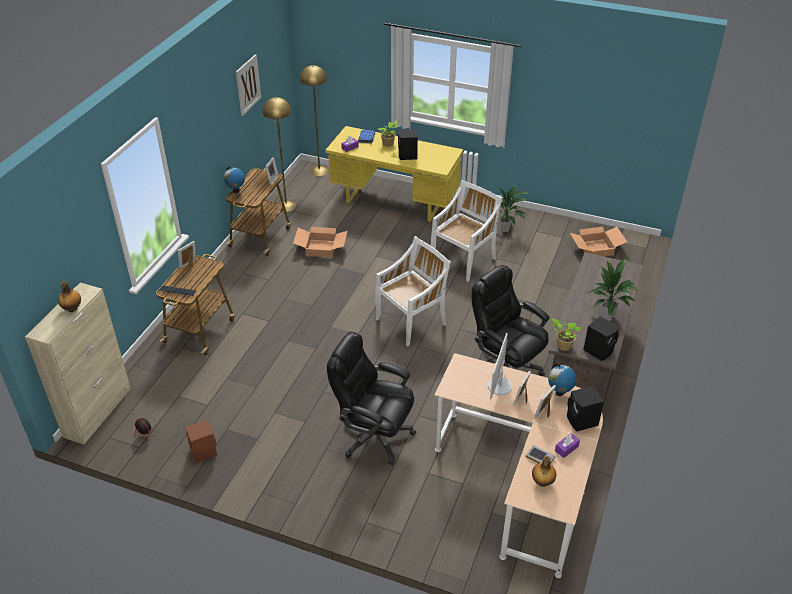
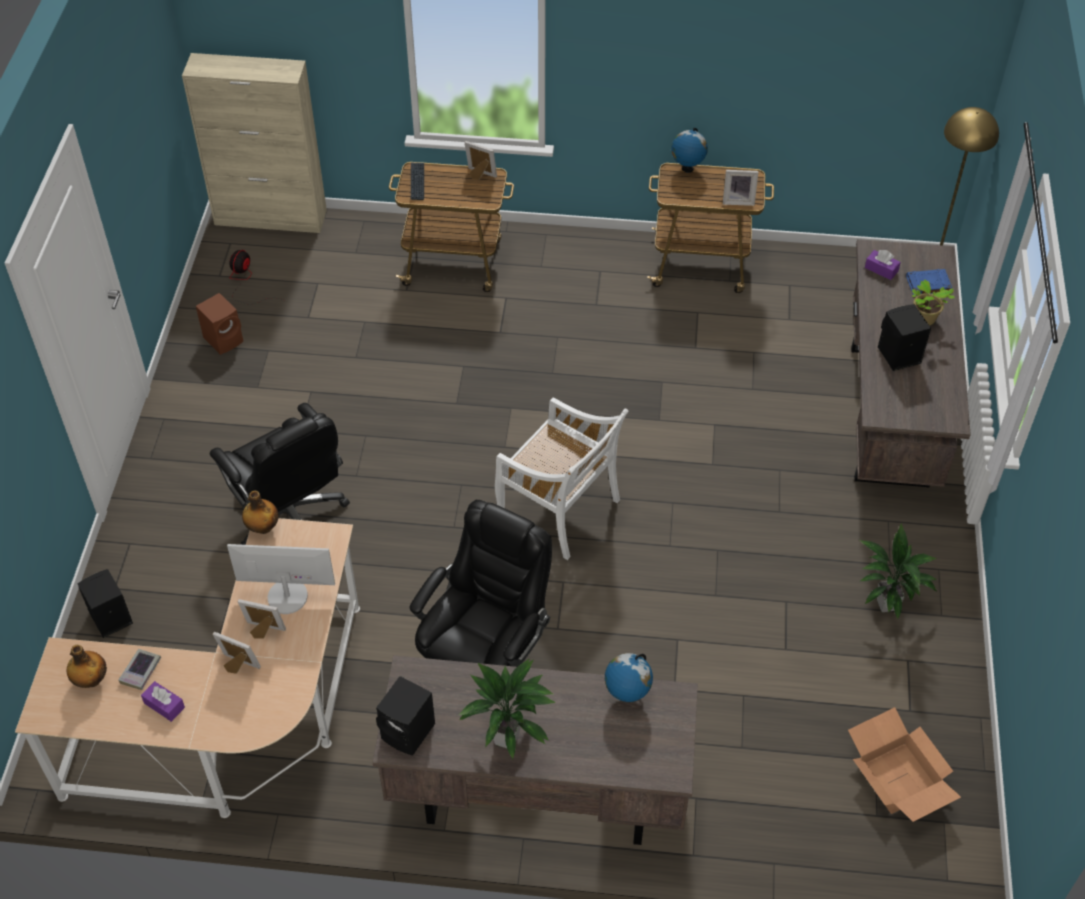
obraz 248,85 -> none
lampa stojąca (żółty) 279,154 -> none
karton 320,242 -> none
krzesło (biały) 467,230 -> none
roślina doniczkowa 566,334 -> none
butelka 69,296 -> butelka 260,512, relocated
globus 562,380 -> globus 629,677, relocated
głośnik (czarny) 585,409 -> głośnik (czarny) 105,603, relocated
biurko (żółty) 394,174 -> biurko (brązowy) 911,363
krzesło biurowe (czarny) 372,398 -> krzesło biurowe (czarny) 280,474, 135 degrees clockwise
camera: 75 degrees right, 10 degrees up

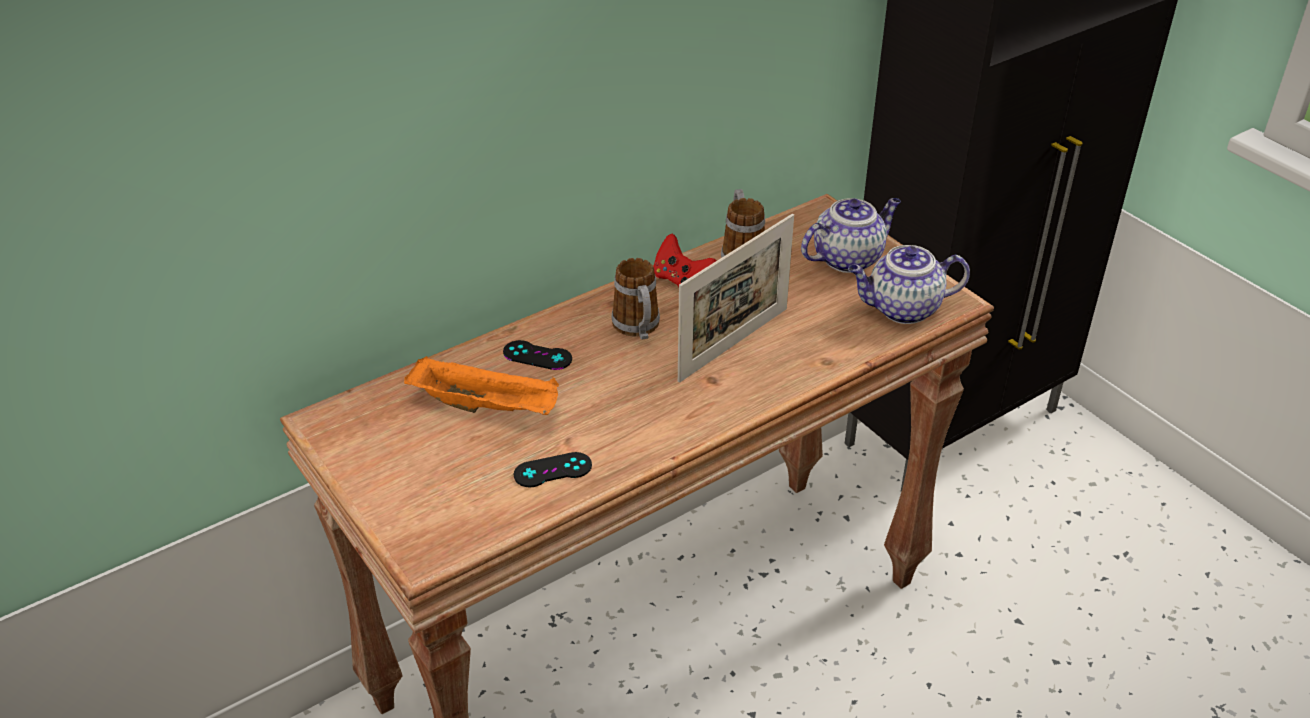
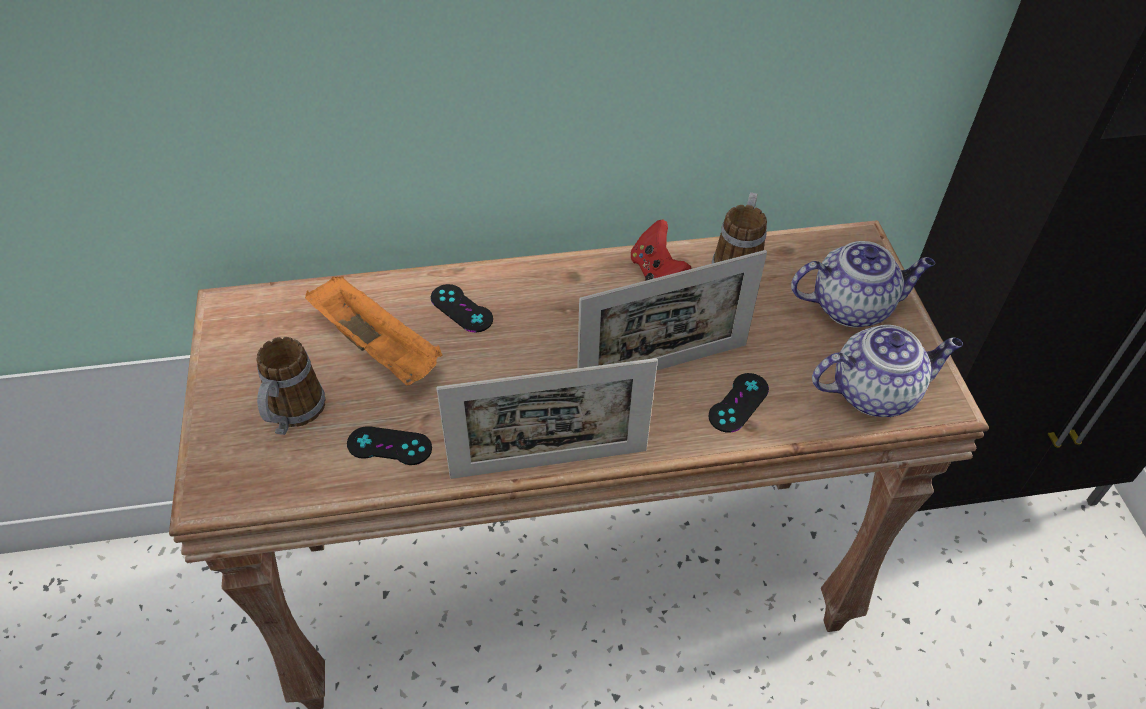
none -> ramka na zdjęcie 547,418
none -> pad do gier (czarny) 738,403
kubek 635,299 -> kubek 291,386, relocated
imbryk 909,284 -> imbryk 887,371, 150 degrees clockwise
camera: 25 degrees right, 10 degrees up

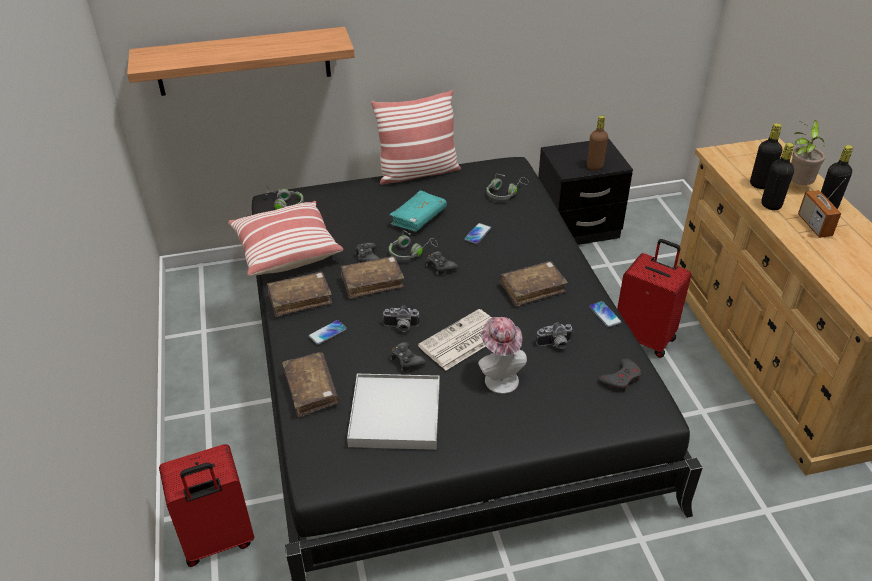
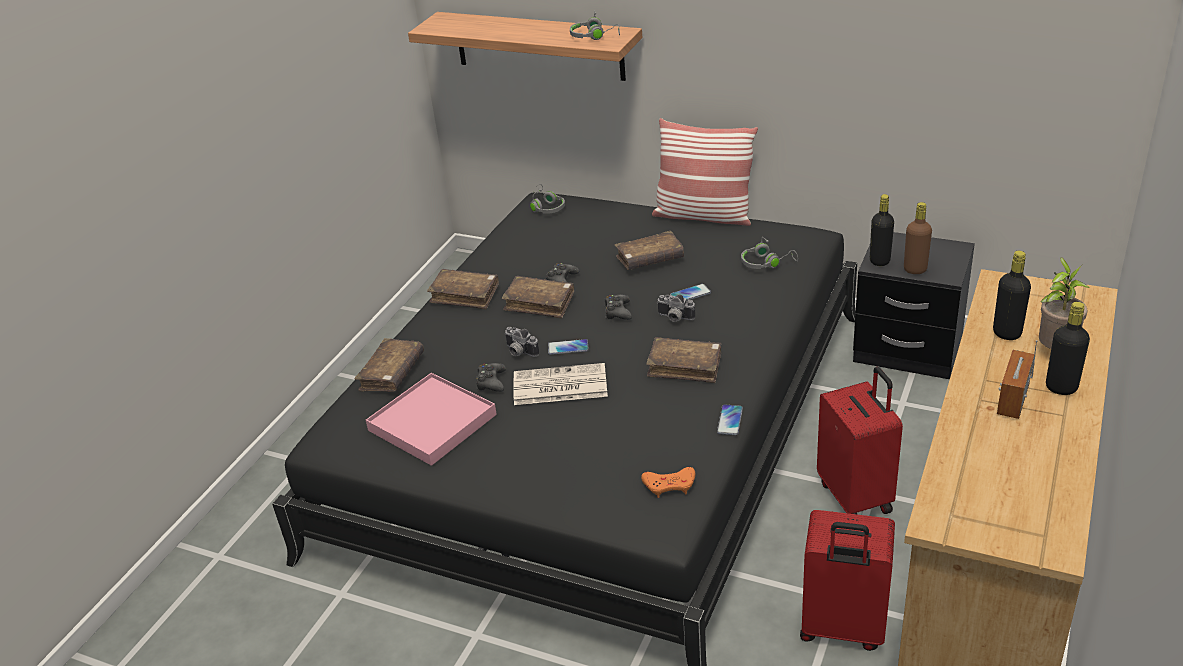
poduszka 285,238 -> none
kapelusz 502,355 -> none
walizka (czerwony) 206,505 -> walizka (czerwony) 847,580, relocated
telefon 327,332 -> telefon 568,347, relocated
słuchawki (szary) 413,245 -> słuchawki (szary) 595,25, relocated
aparat fotograficzny 555,336 -> aparat fotograficzny 675,308, relocated
butelka (czarny) 777,176 -> butelka (czarny) 882,230, relocated
taca (biały) 393,412 -> taca (różowy) 431,419
książka (turkusowy) 418,211 -> książka (brązowy) 649,250
pad do gier (szary) 619,375 -> pad do gier (pomarańczowy) 668,482
camera: 40 degrees right, 5 degrees down

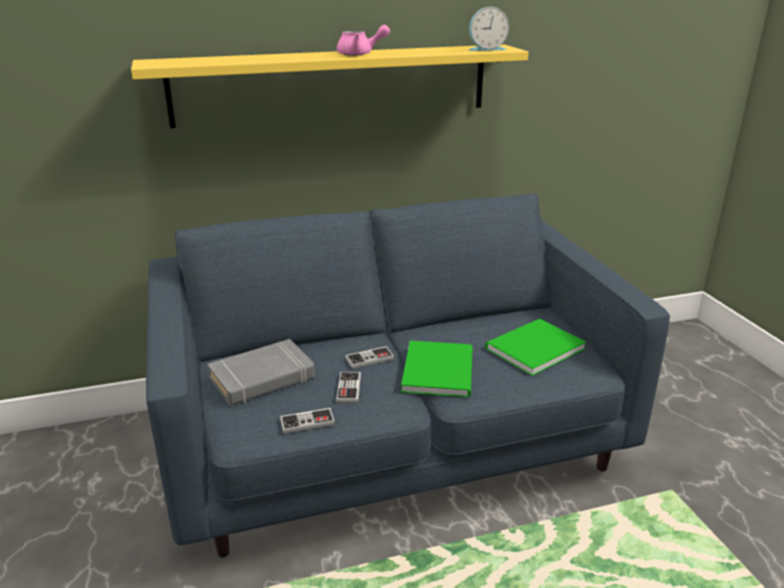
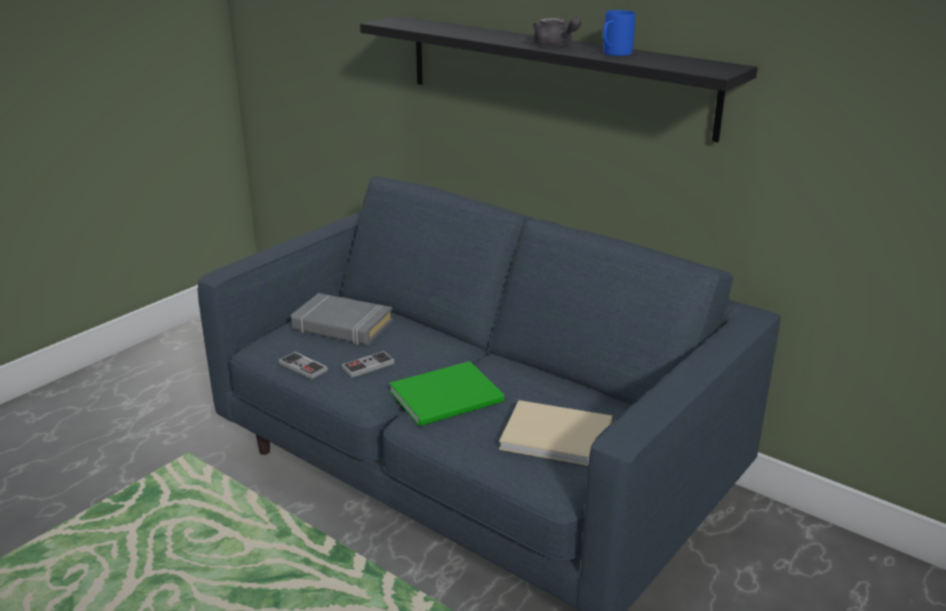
pad do gier 370,357 -> none
budzik 489,29 -> none
none -> kubek (niebieski) 619,33
półka (żółty) 329,86 -> półka (czarny) 559,79
imbryk (różowy) 363,40 -> imbryk (szary) 557,32
książka (zielony) 535,347 -> książka (beżowy) 555,433
camera: 55 degrees right, 0 degrees up

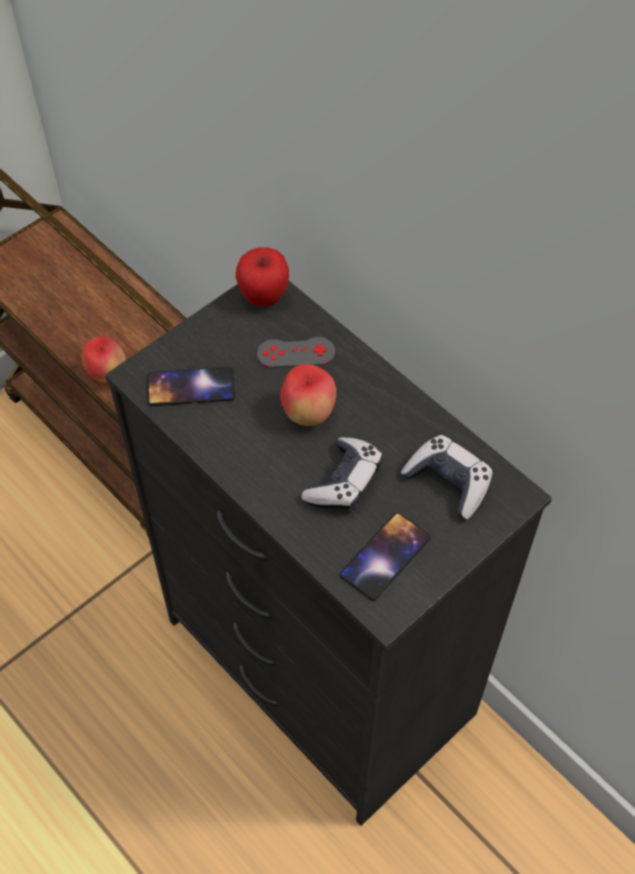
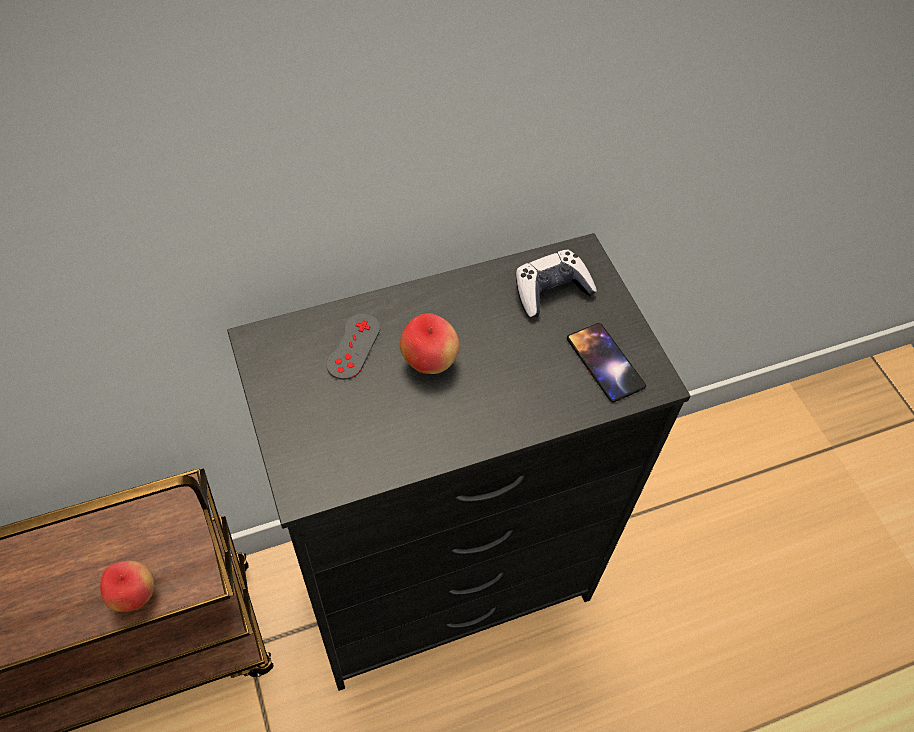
telefon 191,386 -> none
jabłko 262,277 -> none
pad do gier 342,473 -> none
camera: 70 degrees left, 0 degrees up

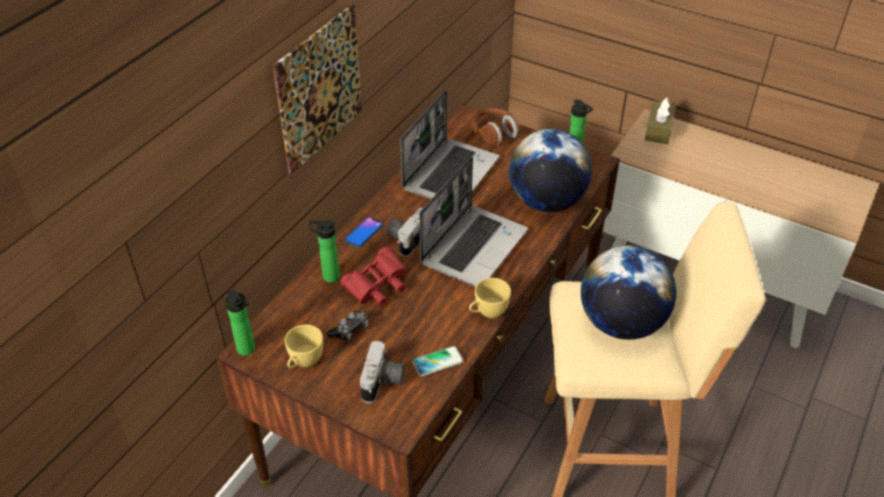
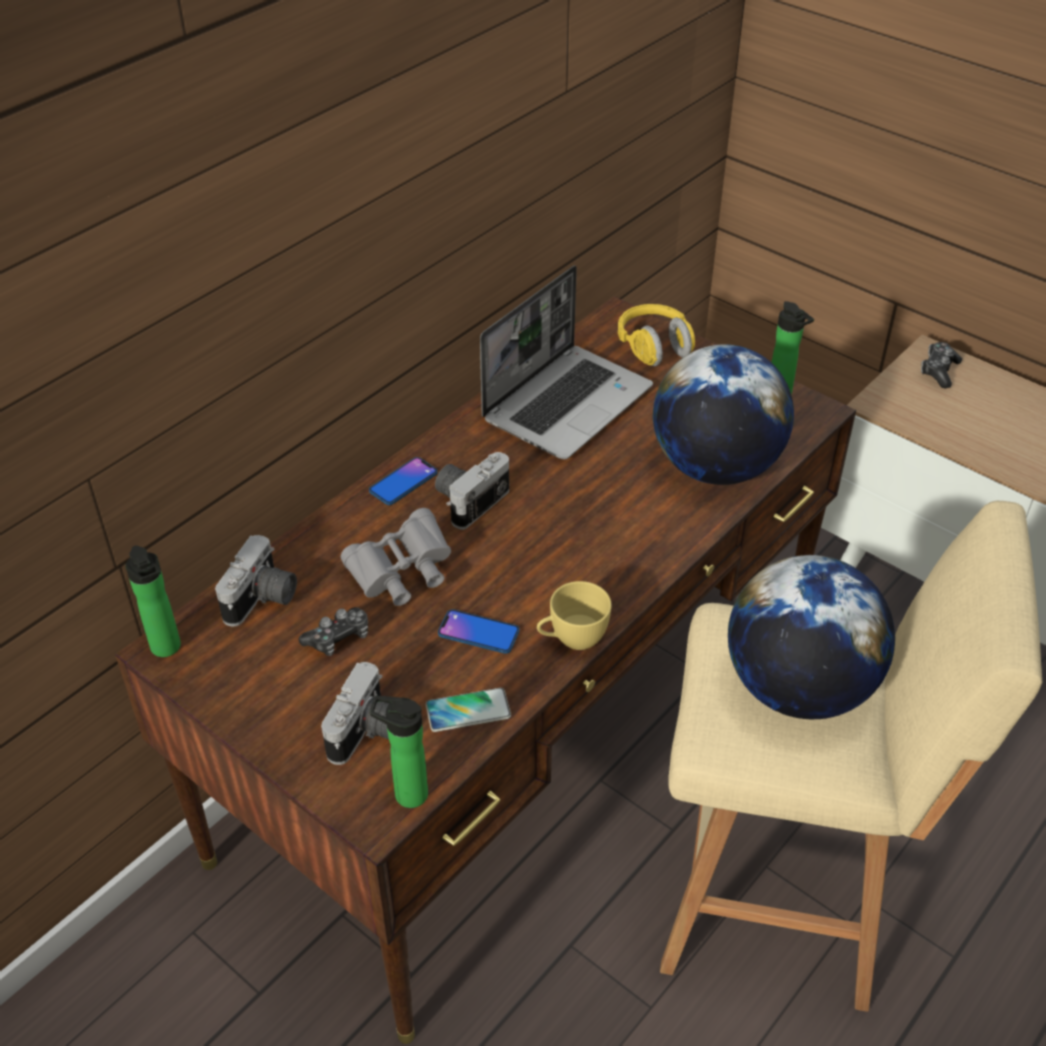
obraz 317,89 -> none
filiżanka (żółty) 304,346 -> none
laptop 473,222 -> none
none -> aparat fotograficzny 256,580
none -> telefon 478,631
butelka 324,251 -> butelka 399,752, relocated
pudełko chusteczek (brązowy) 660,120 -> pad do gier 941,365
lornetka (czerwony) 373,276 -> lornetka (szary) 396,557
słuchawki (brązowy) 495,127 -> słuchawki (żółty) 656,335
camera: 10 degrees right, 0 degrees up

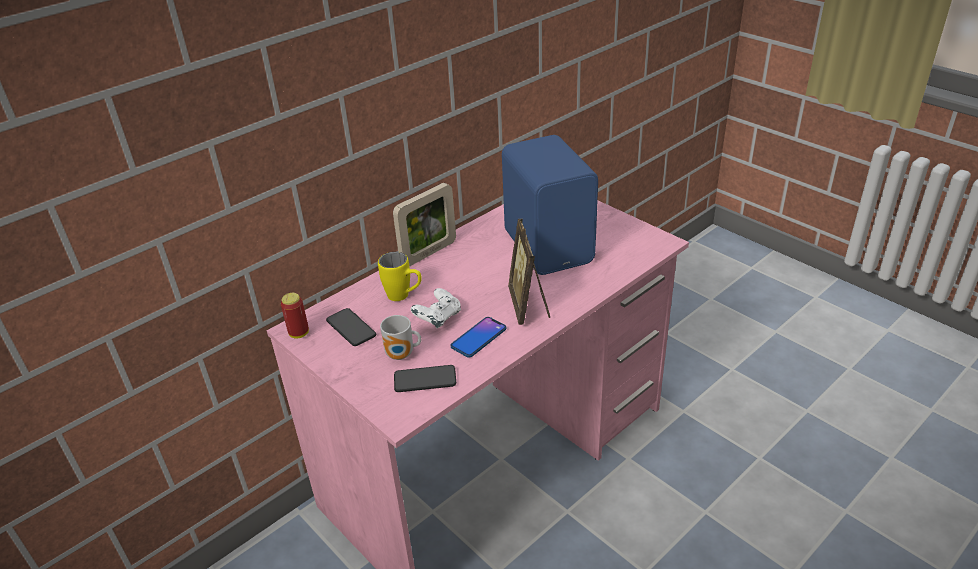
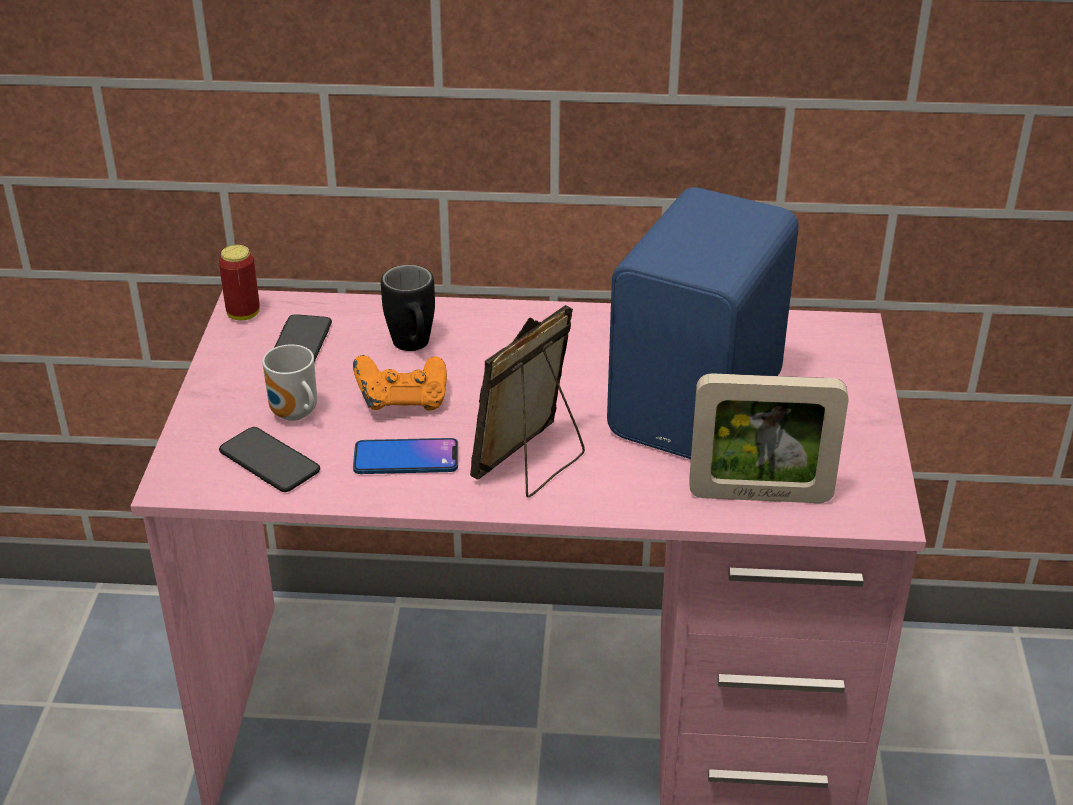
ramka na zdjęcie 424,225 -> ramka na zdjęcie 768,438, relocated
kubek (żółty) 400,276 -> kubek (czarny) 408,308
pad do gier (biały) 435,308 -> pad do gier (pomarańczowy) 400,382
camera: 45 degrees right, 0 degrees up

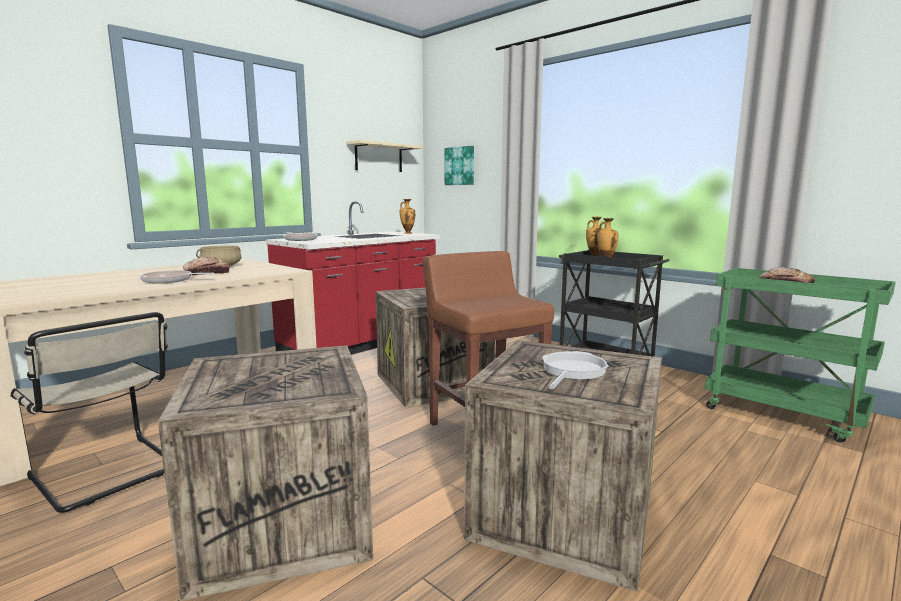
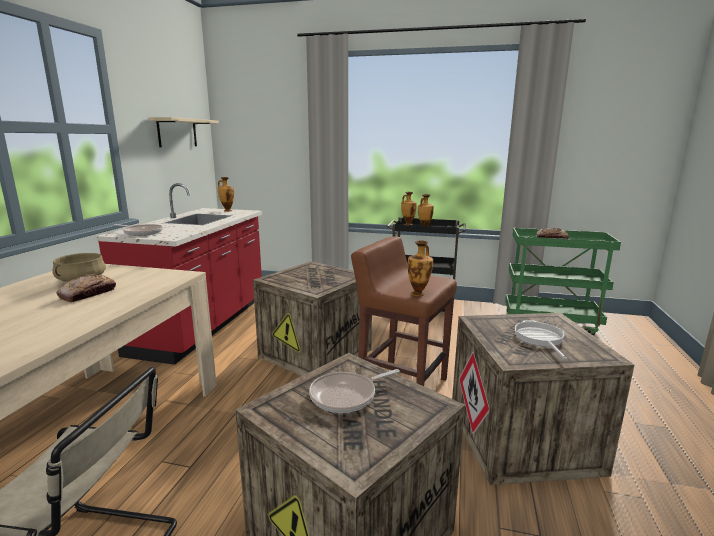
obraz 459,165 -> none
none -> wazon 420,268
patelnia 177,277 -> patelnia 354,391, relocated
camera: 30 degrees left, 5 degrees up

